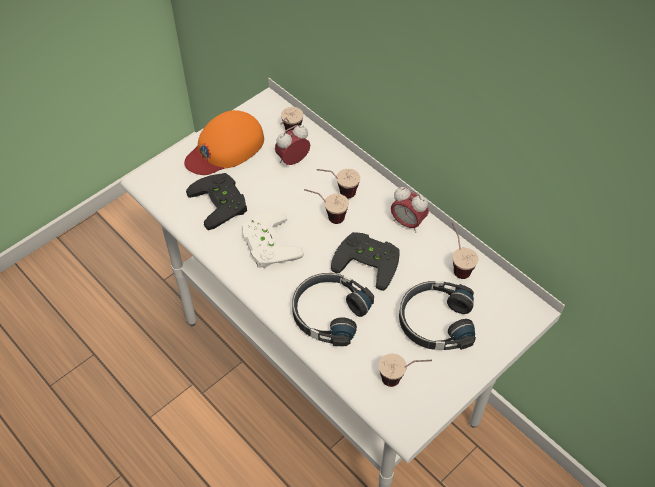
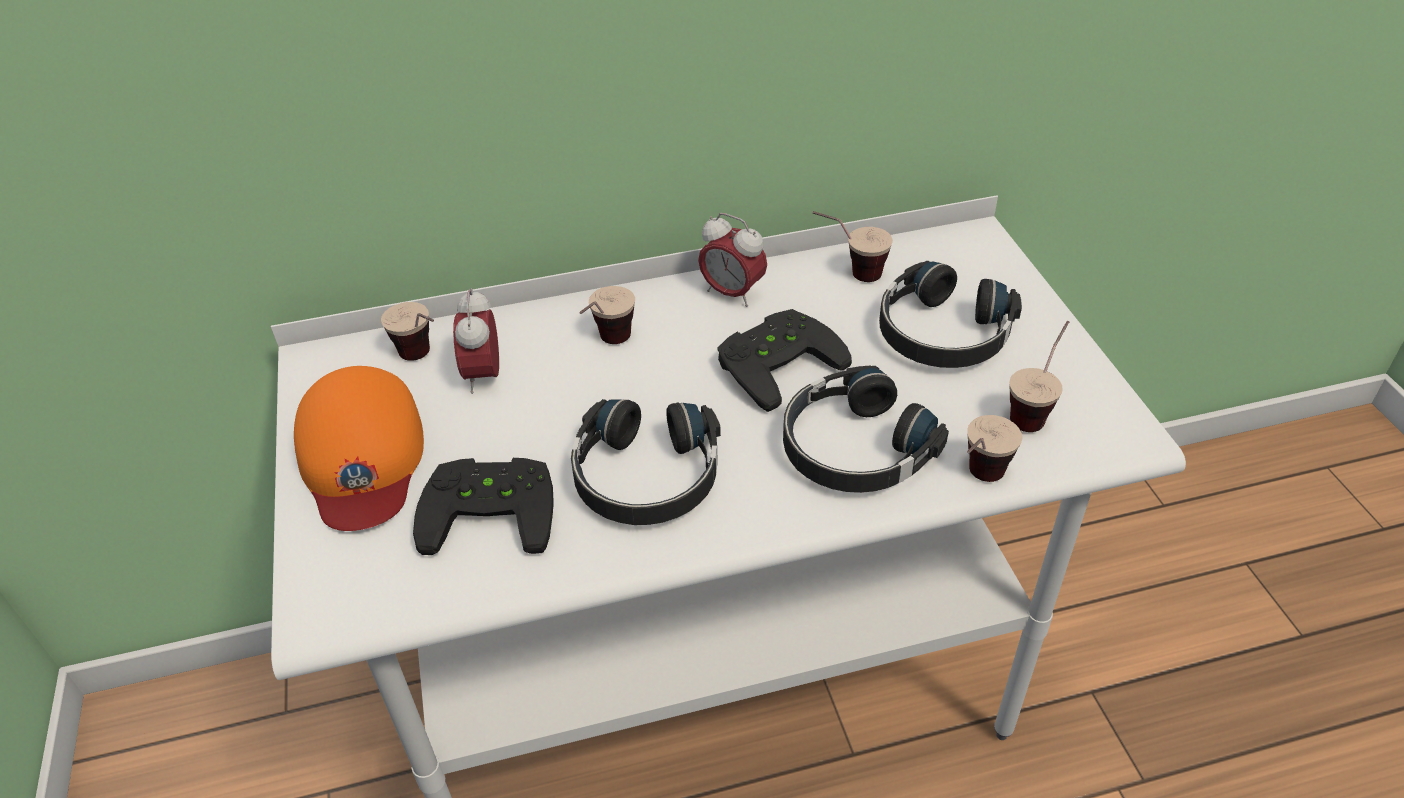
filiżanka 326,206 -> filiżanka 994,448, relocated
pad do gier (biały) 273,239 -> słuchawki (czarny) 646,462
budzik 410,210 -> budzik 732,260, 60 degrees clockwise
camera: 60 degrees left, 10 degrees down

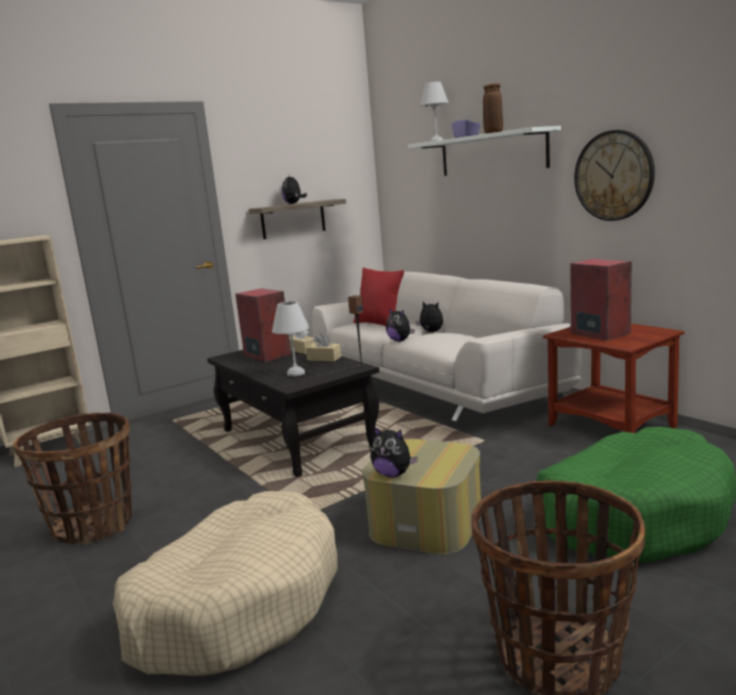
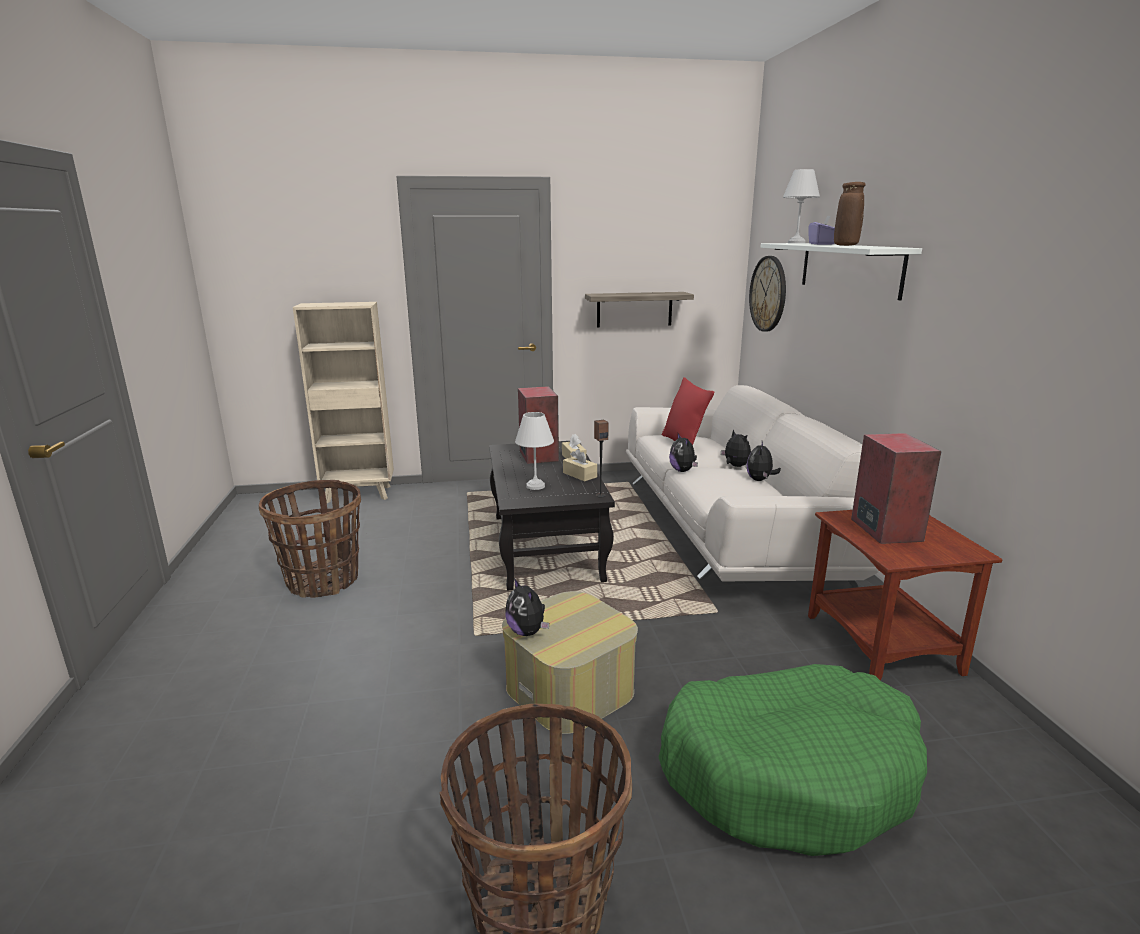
legowisko (beżowy) 225,583 -> none
pluszak 294,190 -> pluszak 764,461, relocated
zegar ścienny 614,175 -> zegar ścienny 767,294, relocated
camera: 25 degrees right, 5 degrees up

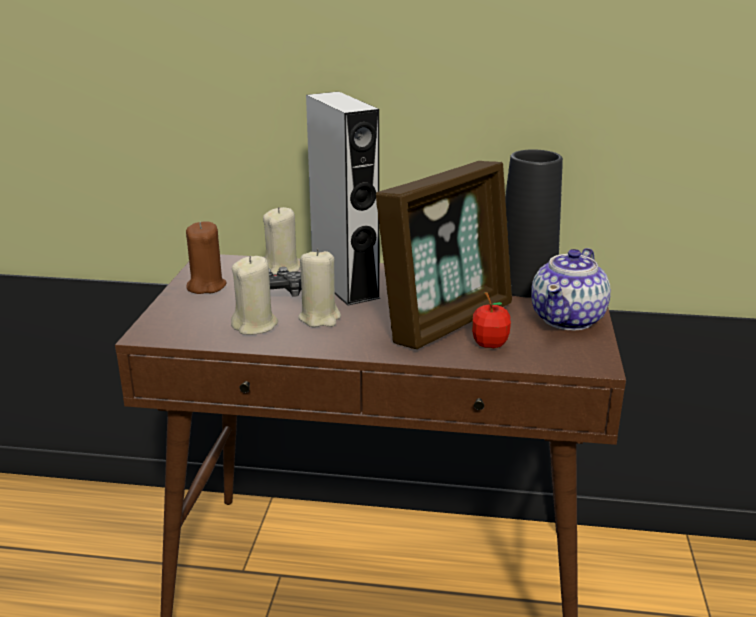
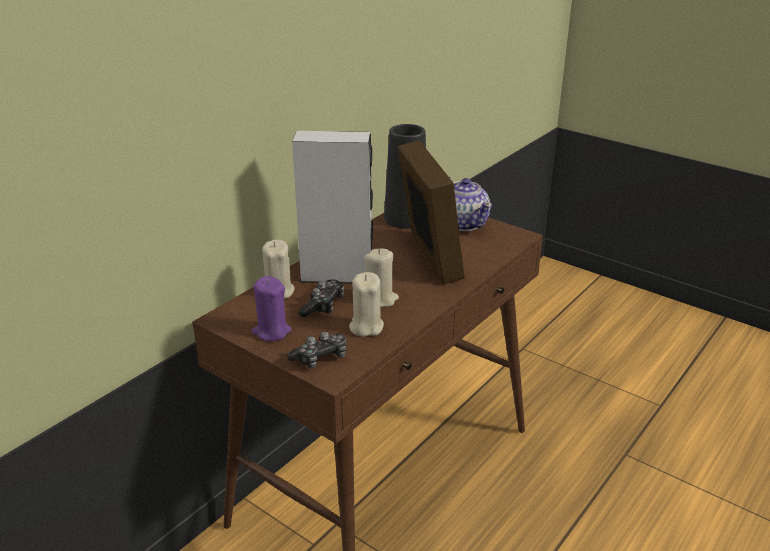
jabłko 491,320 -> none
none -> pad do gier 316,350
świeca (brązowy) 206,257 -> świeca (fioletowy) 271,308
camera: 60 degrees left, 5 degrees up

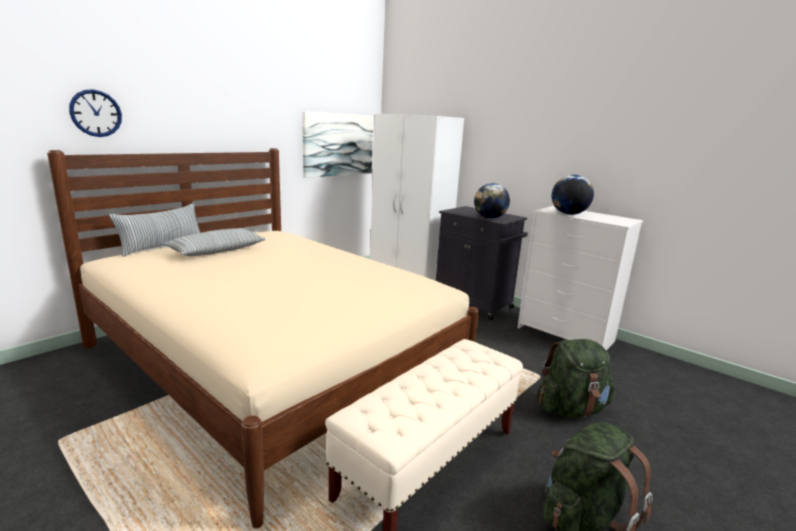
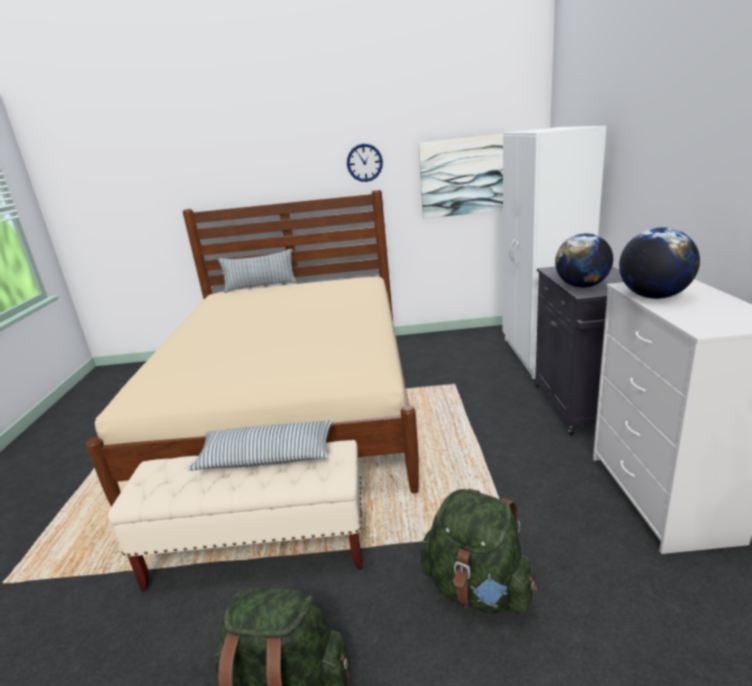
zegar ścienny 95,113 -> zegar ścienny 365,163, relocated
poduszka 214,242 -> poduszka 260,445, relocated
camera: 50 degrees right, 5 degrees up

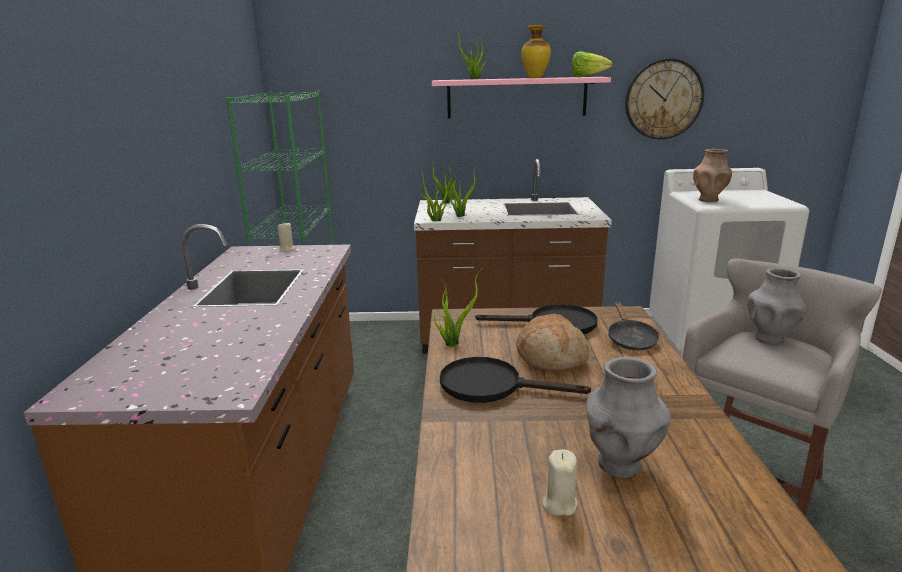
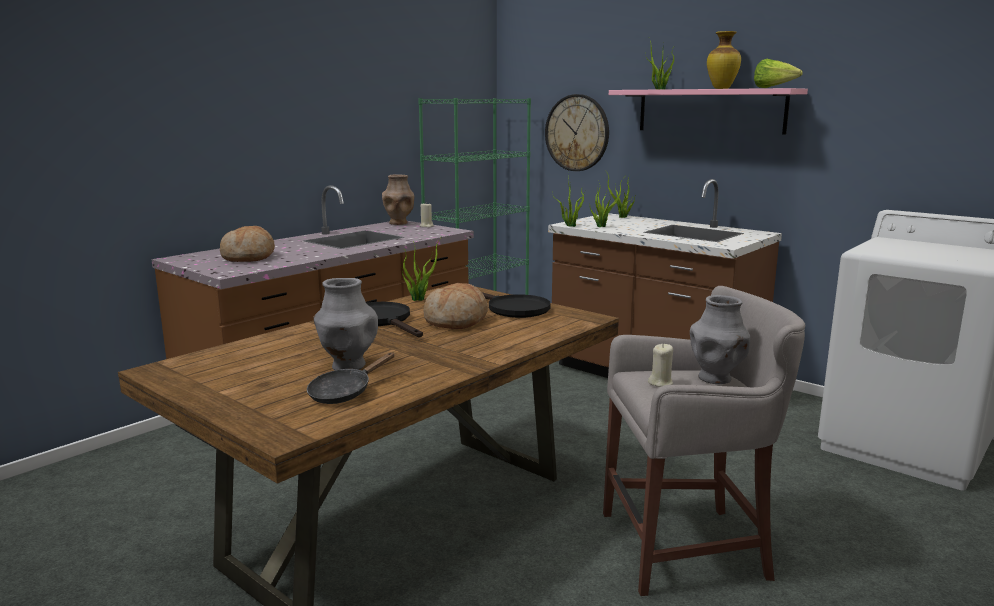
none -> chleb 247,244
świeca (beżowy) 560,482 -> świeca (beżowy) 660,365, relocated
patelnia (czarny) 633,326 -> patelnia (czarny) 351,378, relocated
zegar ścienny 664,98 -> zegar ścienny 577,132, relocated
wazon (brązowy) 712,175 -> wazon (brązowy) 398,199, relocated
camera: 40 degrees right, 5 degrees down

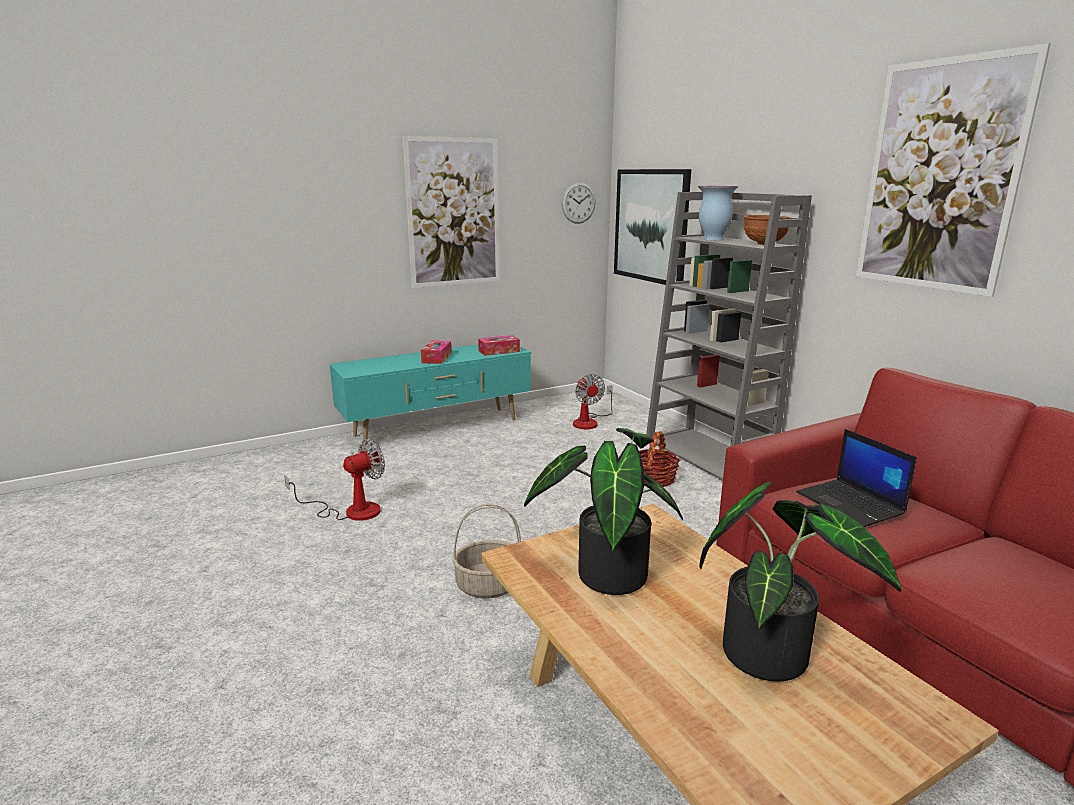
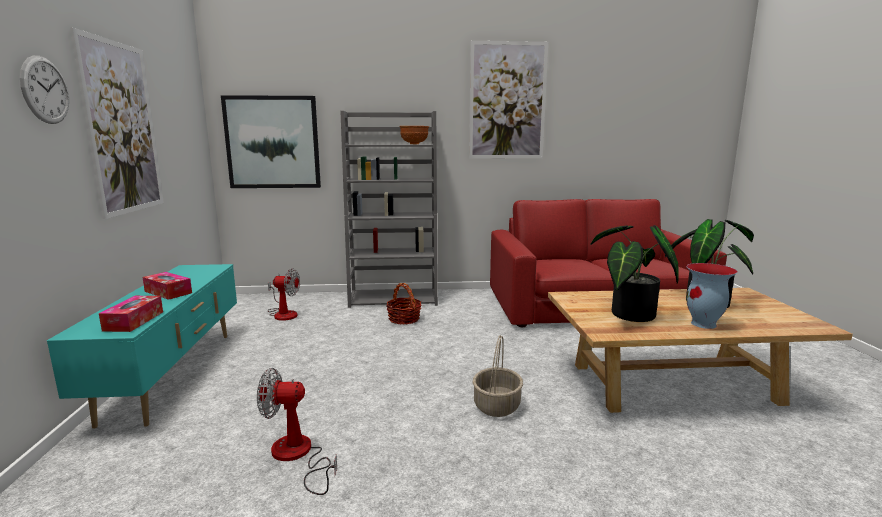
laptop 856,478 -> none
pudełko chusteczek 499,345 -> pudełko chusteczek 131,314, relocated
zegar ścienny 579,203 -> zegar ścienny 44,90, relocated
wazon 718,213 -> wazon 712,296, relocated
wentylator 334,480 -> wentylator 297,431, 75 degrees counterclockwise
camera: 65 degrees left, 5 degrees down

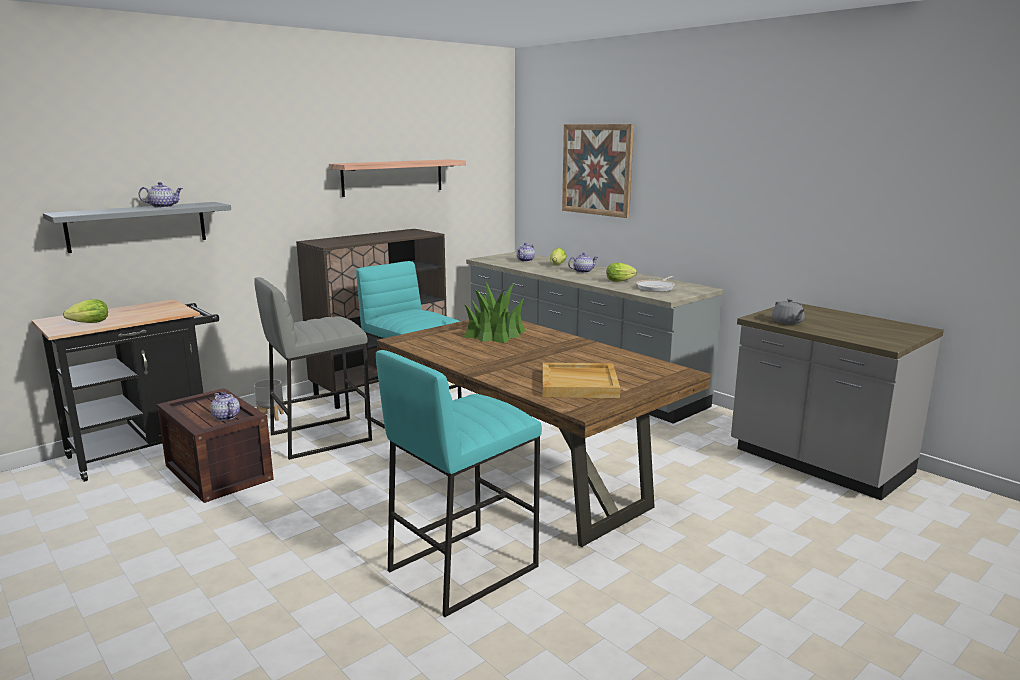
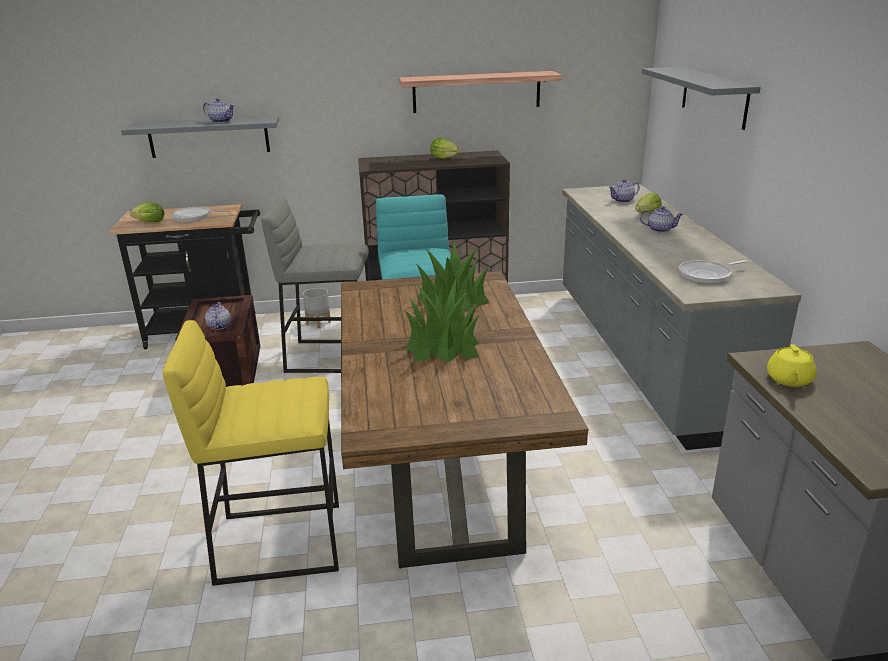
taca (beżowy) 581,380 -> none
none -> patelnia 199,214
none -> roślina doniczkowa 442,320
sałata 621,272 -> sałata 444,148, relocated
obraz 598,171 -> półka (szary) 701,98
stołek (turkusowy) 459,483 -> stołek (żółty) 250,453
imbryk (szary) 788,311 -> imbryk (żółty) 791,365
camera: 35 degrees right, 10 degrees up

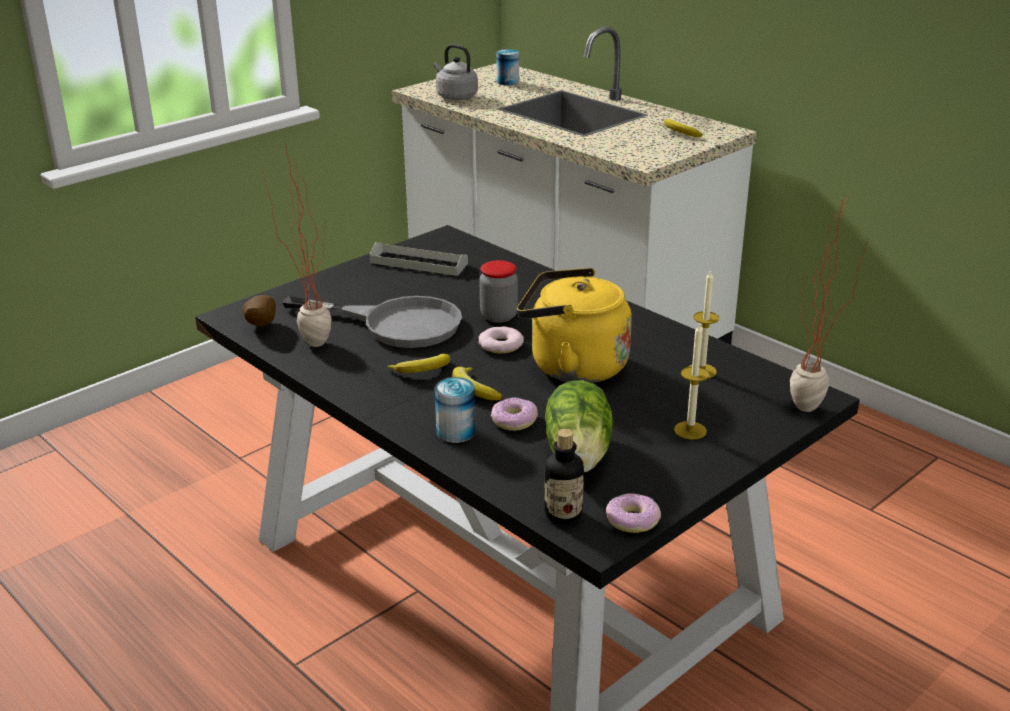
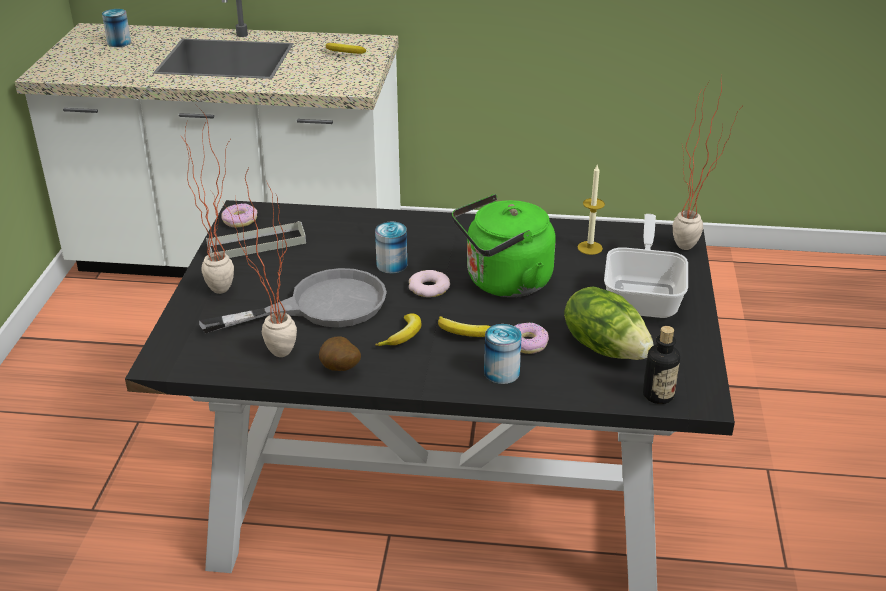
czajnik (szary) 456,72 -> none
none -> roślina doniczkowa 207,200
ziemniak 259,310 -> ziemniak 340,353, relocated
donut 633,513 -> donut 239,215, relocated
słoik 498,291 -> puszka 391,247
świeca 692,381 -> patelnia 646,266
czajnik (żółty) 574,325 -> czajnik (zielony) 504,245
camera: 40 degrees left, 5 degrees up

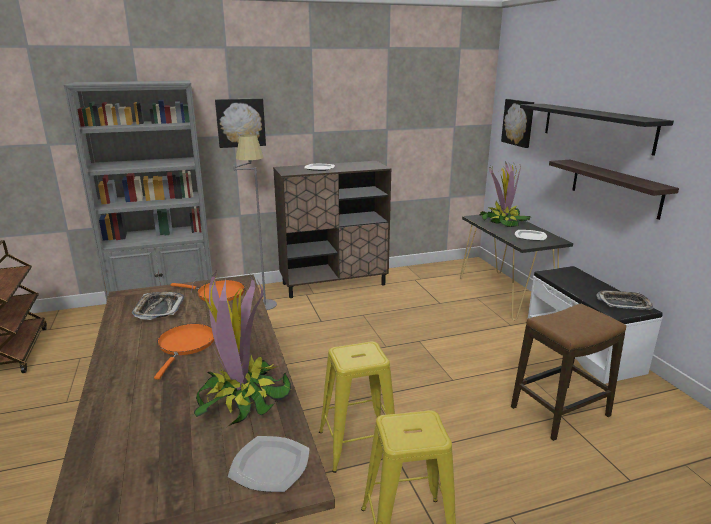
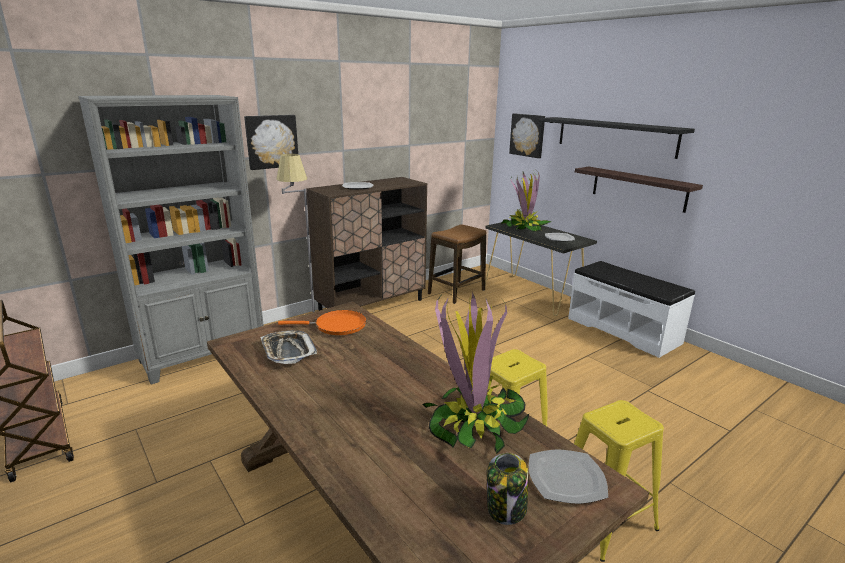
patelnia (pomarańczowy) 184,352 -> none
taca 624,300 -> none
none -> słoik 507,489
stołek 568,372 -> stołek 457,264, relocated
camera: 20 degrees left, 0 degrees up

